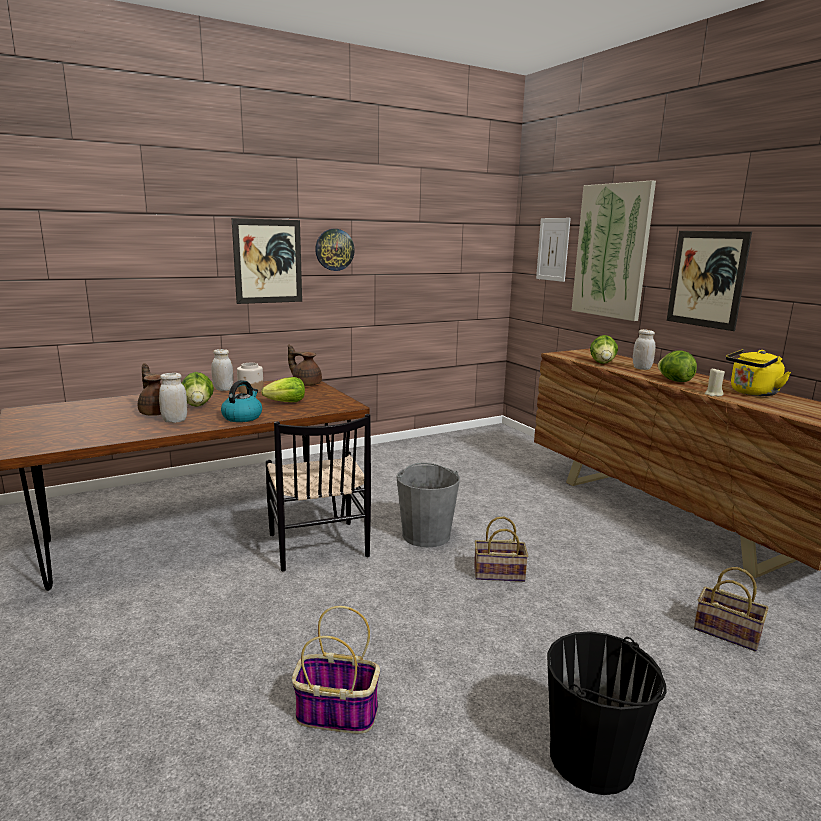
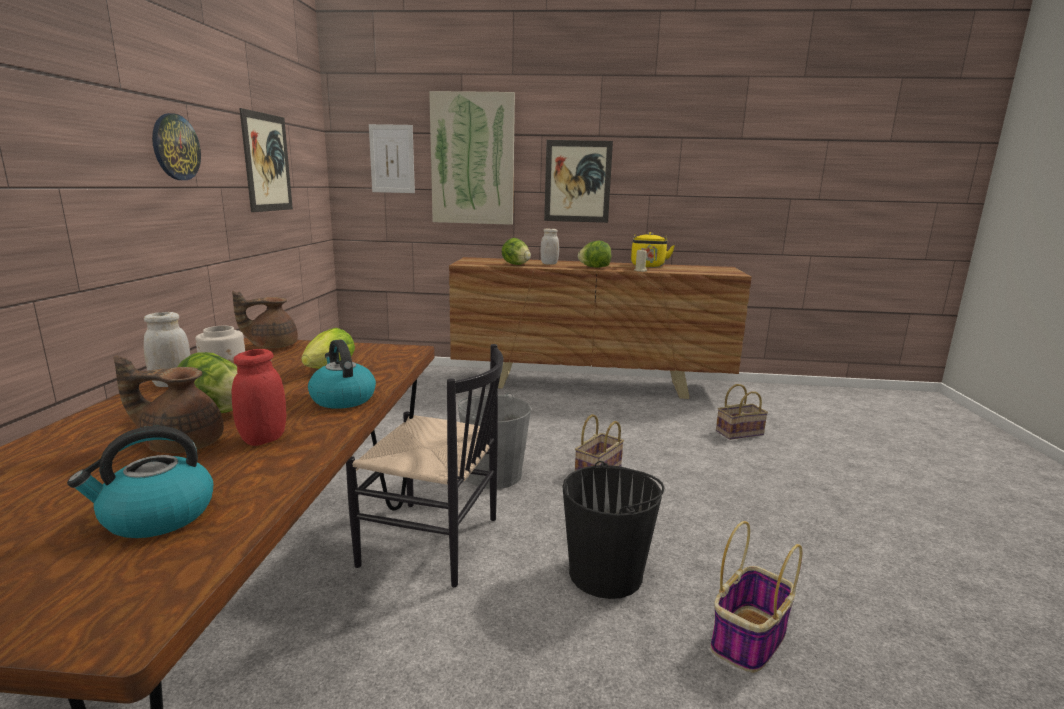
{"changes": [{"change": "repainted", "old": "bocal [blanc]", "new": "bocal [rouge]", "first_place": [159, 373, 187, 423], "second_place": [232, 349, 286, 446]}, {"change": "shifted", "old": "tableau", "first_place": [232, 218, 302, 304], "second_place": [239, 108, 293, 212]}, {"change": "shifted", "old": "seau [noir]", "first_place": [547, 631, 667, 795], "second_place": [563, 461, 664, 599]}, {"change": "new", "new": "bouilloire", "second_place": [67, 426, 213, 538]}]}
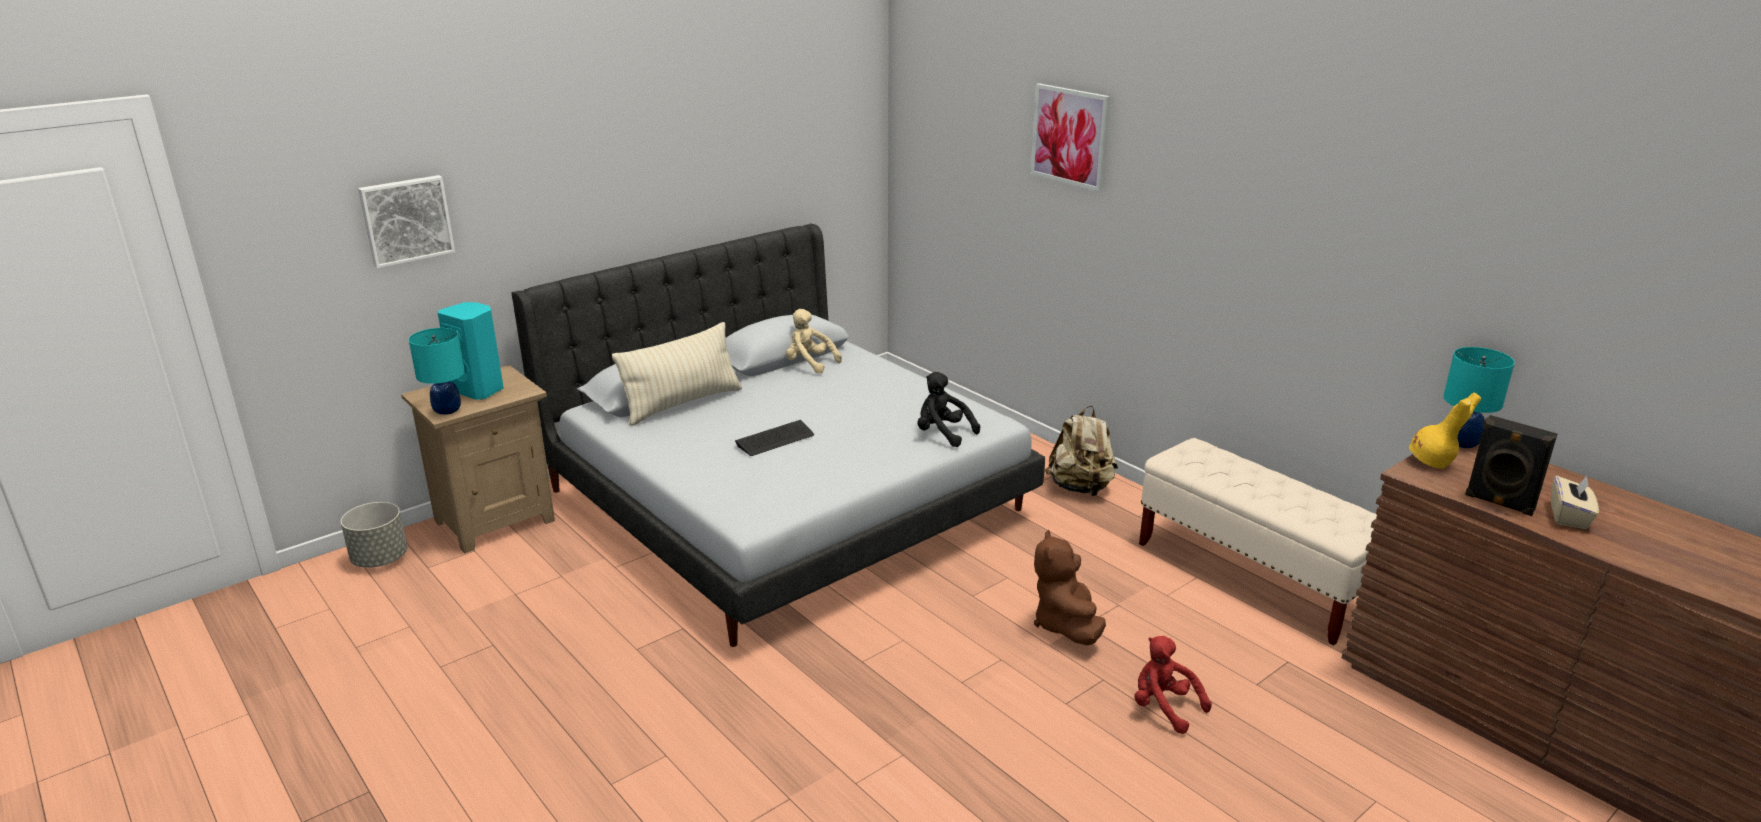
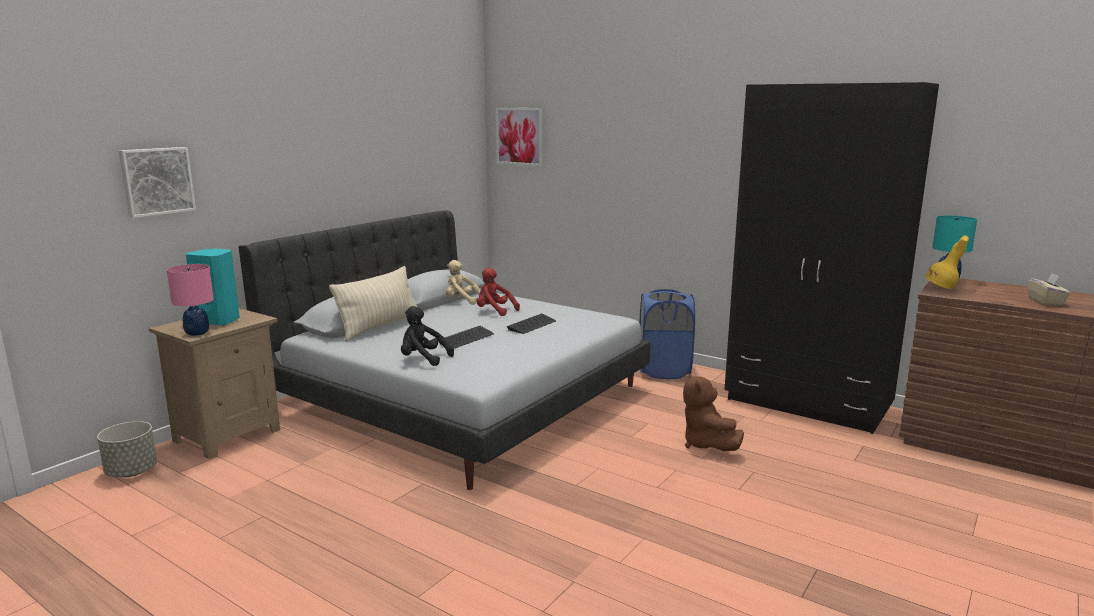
{"changes": [{"change": "repainted", "old": "lampe de table [turquoise]", "new": "lampe de table [rose]", "first_place": [409, 328, 465, 415], "second_place": [167, 264, 214, 336]}, {"change": "shifted", "old": "peluche [noir]", "first_place": [918, 372, 980, 447], "second_place": [401, 306, 454, 366]}, {"change": "shifted", "old": "tableau", "first_place": [1031, 83, 1110, 192], "second_place": [496, 108, 542, 166]}, {"change": "swapped", "old": "sac à dos [beige]", "new": "panier à linge [bleu]", "first_place": [1045, 406, 1118, 496], "second_place": [640, 289, 695, 379]}, {"change": "shifted", "old": "peluche [rouge]", "first_place": [1134, 636, 1212, 734], "second_place": [477, 268, 520, 316]}, {"change": "swapped", "old": "banc [beige]", "new": "armoire [noir]", "first_place": [1139, 438, 1377, 646], "second_place": [724, 82, 939, 434]}, {"change": "gone", "old": "enceinte [noir]", "first_place": [1465, 415, 1557, 516]}, {"change": "new", "new": "clavier", "second_place": [506, 313, 556, 334]}]}
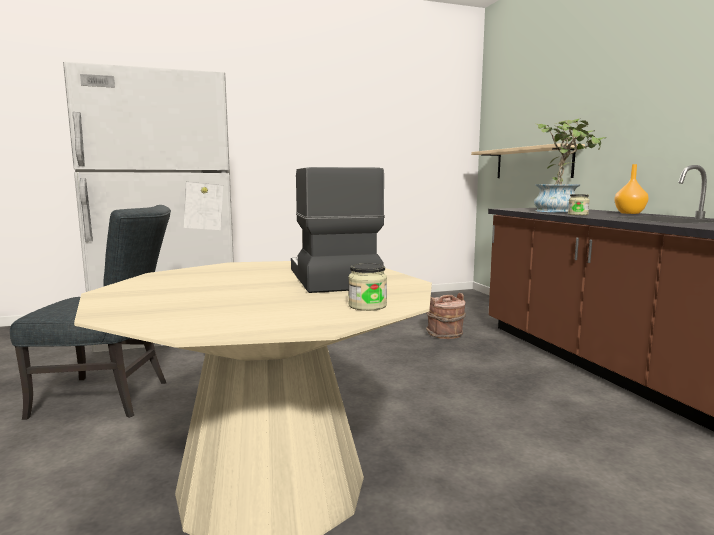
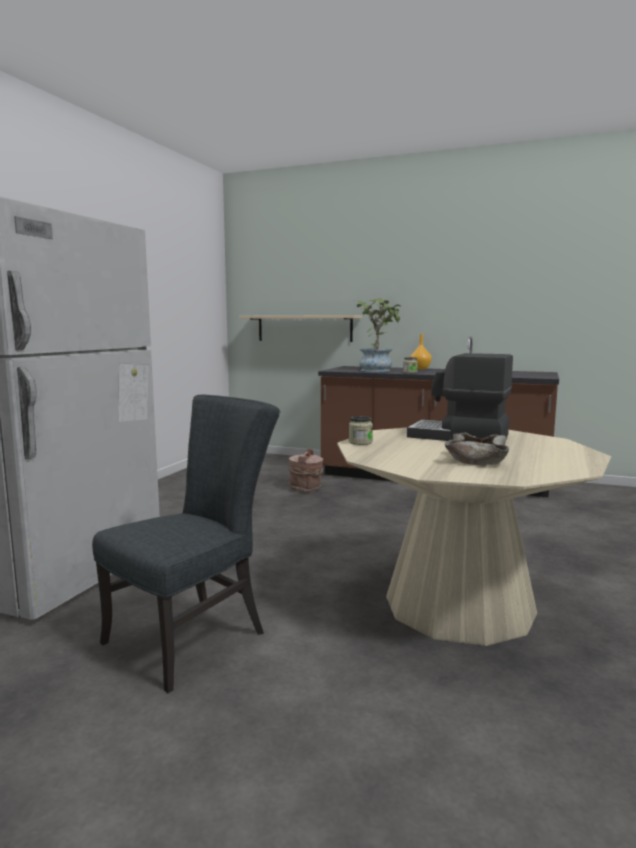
{"changes": [{"change": "shifted", "old": "bocal", "first_place": [348, 263, 387, 311], "second_place": [349, 416, 373, 445]}, {"change": "new", "new": "bol [beige]", "second_place": [445, 433, 509, 466]}]}
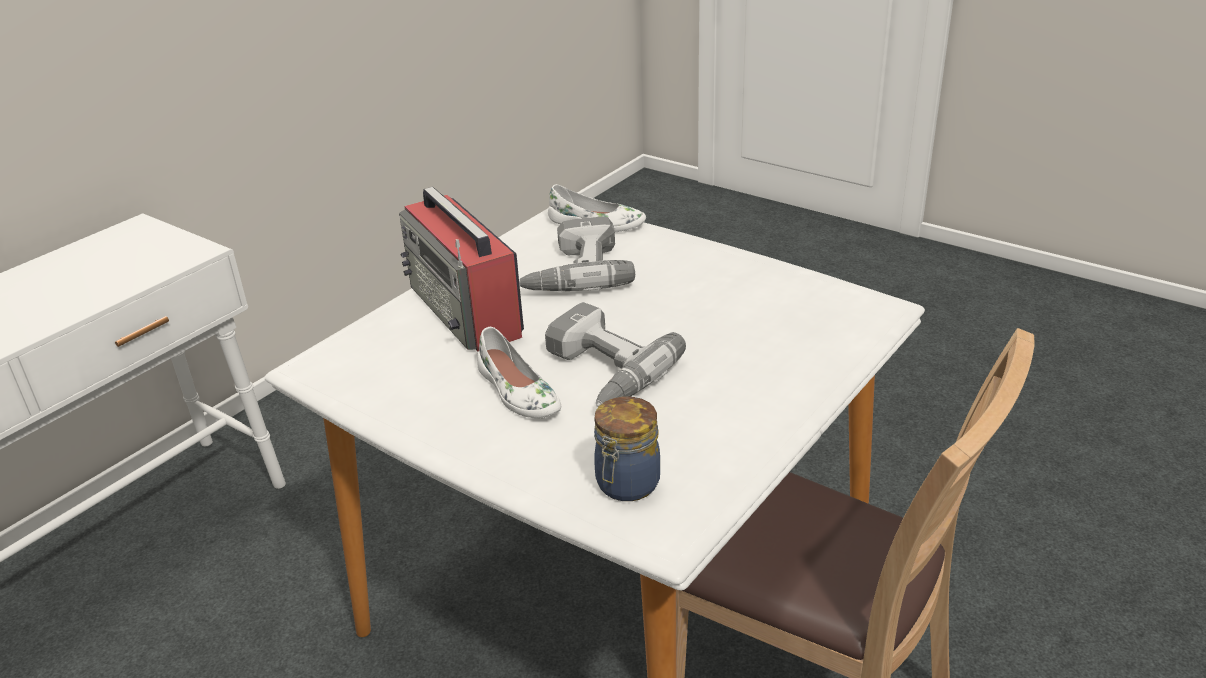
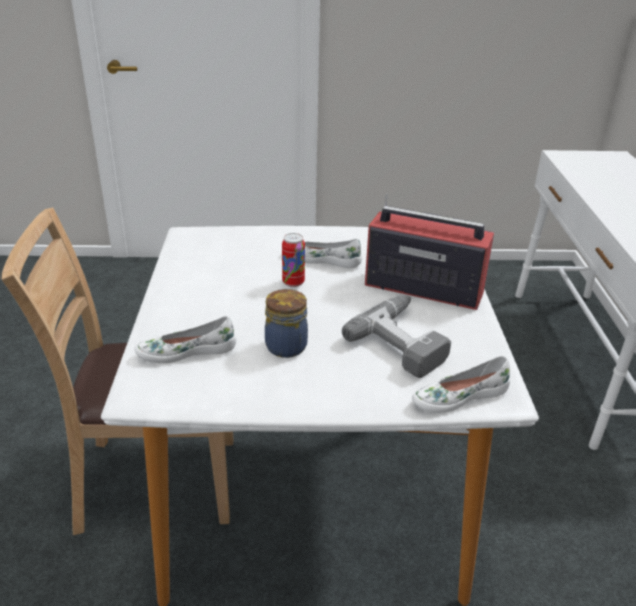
{"changes": [{"change": "swapped", "old": "perceuse", "new": "boîte métallique", "first_place": [545, 302, 686, 407], "second_place": [282, 233, 305, 287]}, {"change": "shifted", "old": "bocal", "first_place": [594, 397, 660, 501], "second_place": [265, 289, 308, 358]}, {"change": "new", "new": "chaussure [blanc]", "second_place": [135, 316, 236, 363]}]}
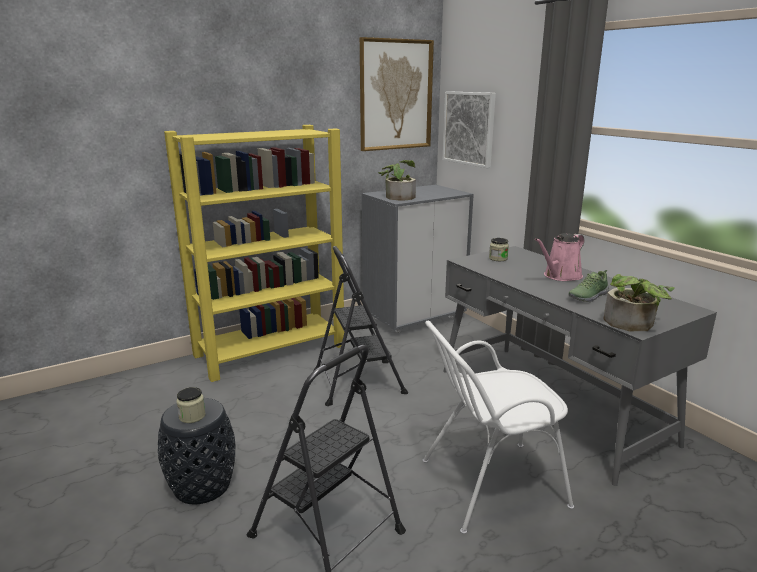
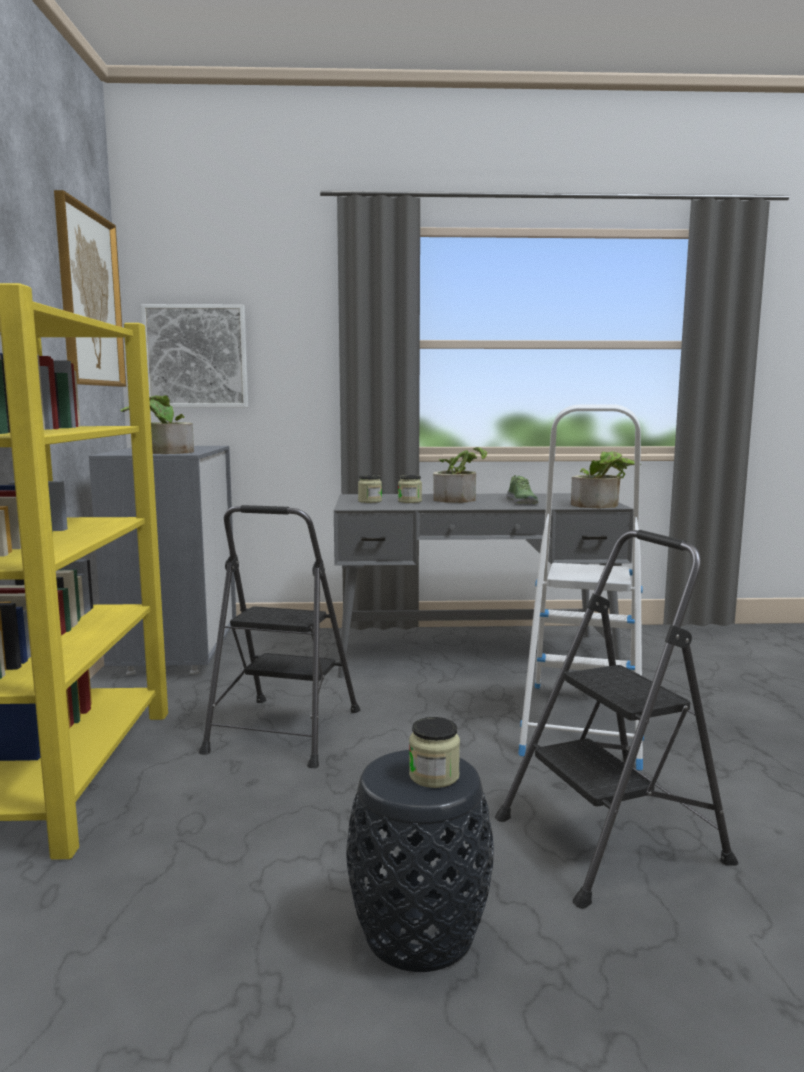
{"changes": [{"change": "swapped", "old": "chaise [blanc]", "new": "escabeau [blanc]", "first_place": [422, 321, 574, 534], "second_place": [518, 404, 644, 771]}, {"change": "swapped", "old": "arrosoir [rose]", "new": "plante en pot", "first_place": [535, 233, 584, 281], "second_place": [433, 447, 487, 503]}, {"change": "new", "new": "bocal", "second_place": [398, 475, 422, 503]}]}
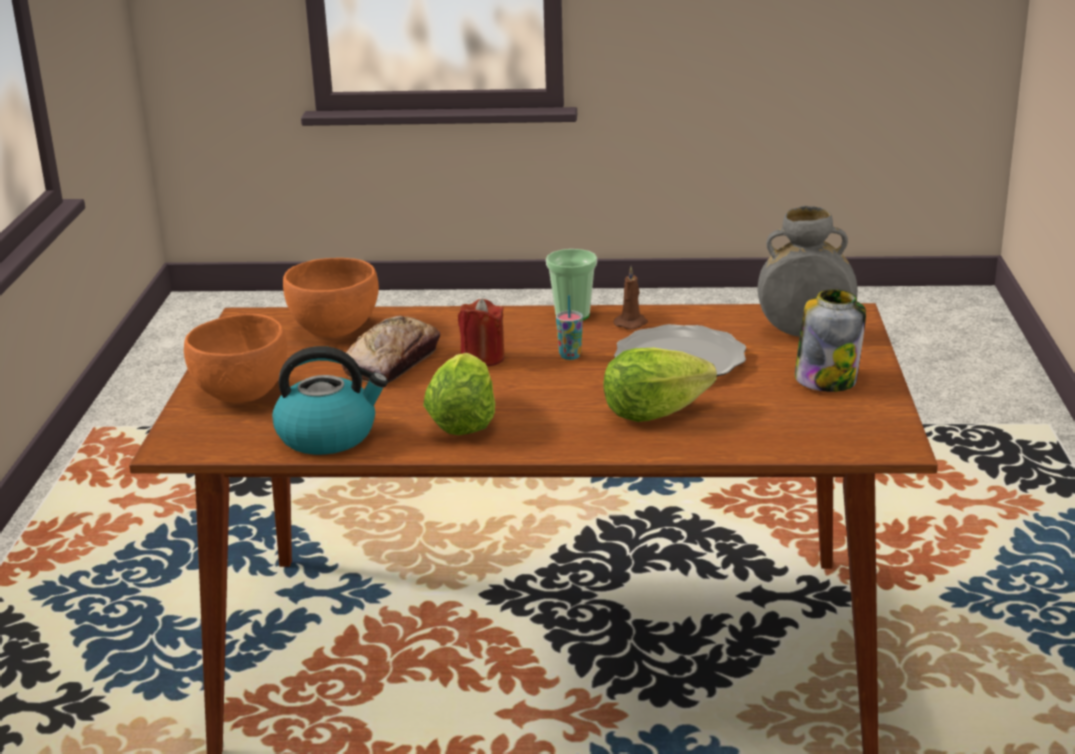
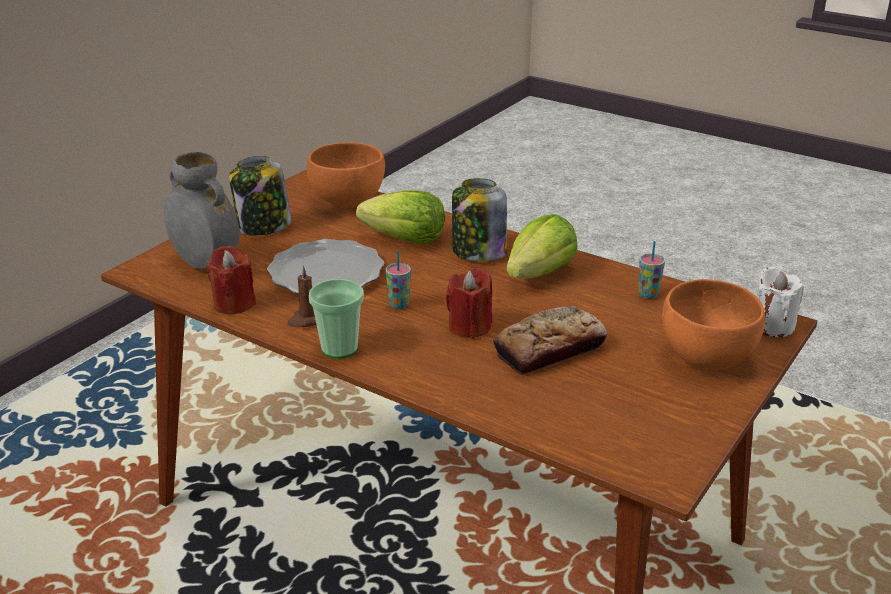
{"changes": [{"change": "swapped", "old": "bouilloire", "new": "tasse", "first_place": [272, 346, 388, 455], "second_place": [638, 241, 665, 299]}, {"change": "shifted", "old": "bol [orange]", "first_place": [283, 258, 379, 338], "second_place": [307, 142, 385, 208]}, {"change": "new", "new": "bougie [rouge]", "second_place": [206, 246, 256, 314]}, {"change": "new", "new": "bocal", "second_place": [452, 178, 507, 261]}, {"change": "new", "new": "bougie [blanc]", "second_place": [756, 267, 804, 337]}]}
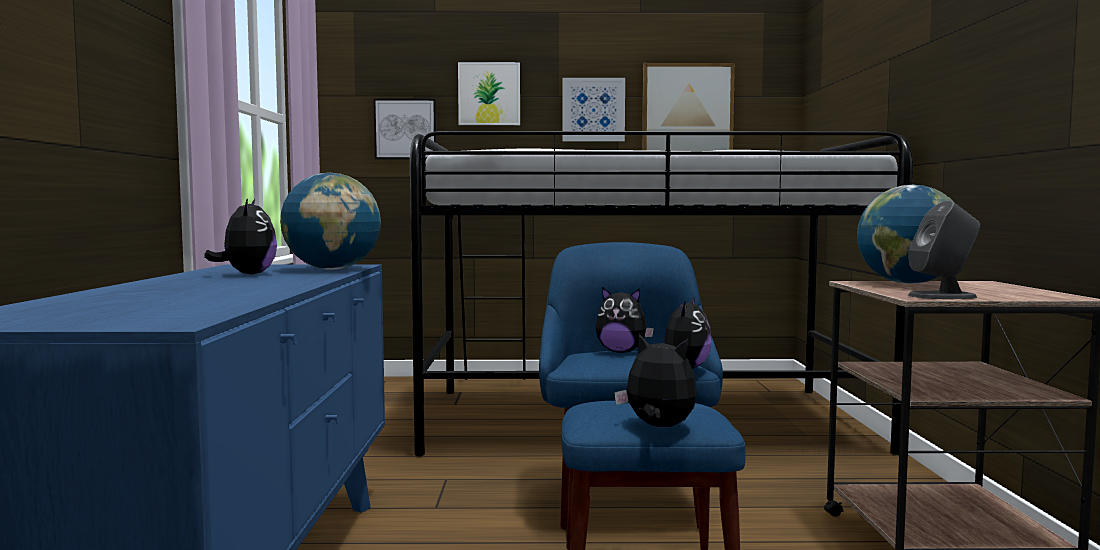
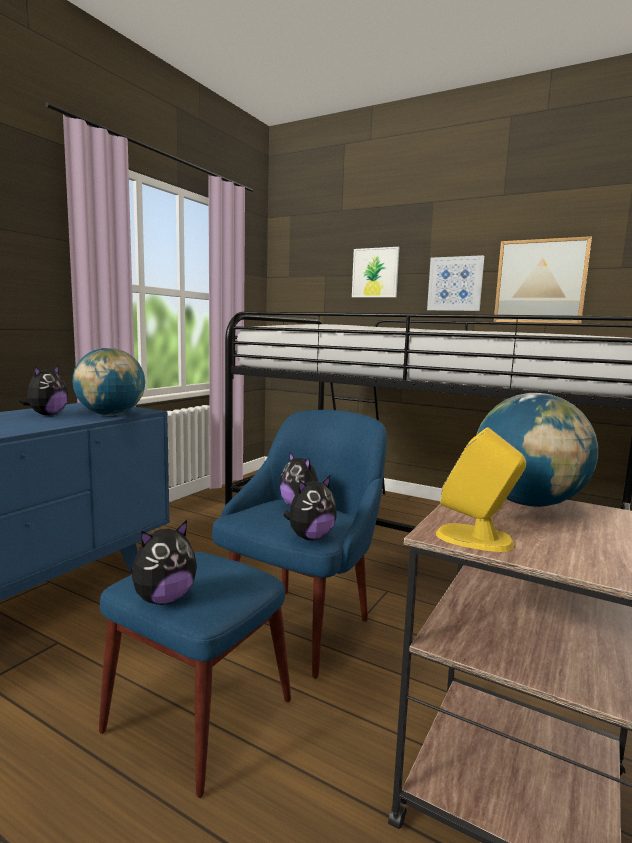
{"changes": [{"change": "gone", "old": "tableau", "first_place": [373, 99, 437, 160]}, {"change": "rotated", "old": "peluche", "first_place": [614, 334, 697, 427], "second_place": [131, 520, 197, 605], "degrees": 75}, {"change": "repainted", "old": "enceinte [gris]", "new": "enceinte [jaune]", "first_place": [908, 200, 980, 299], "second_place": [436, 427, 526, 552]}]}
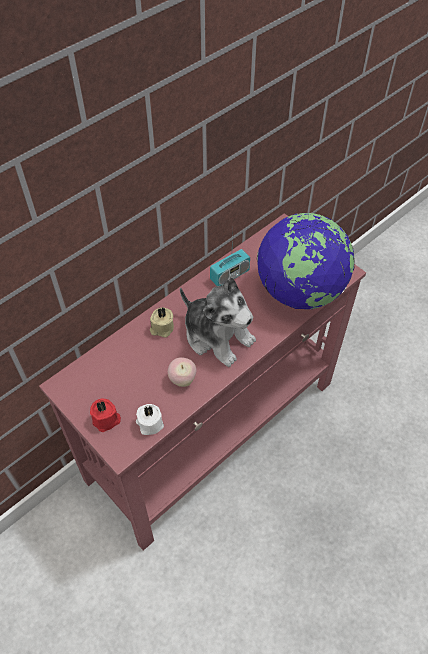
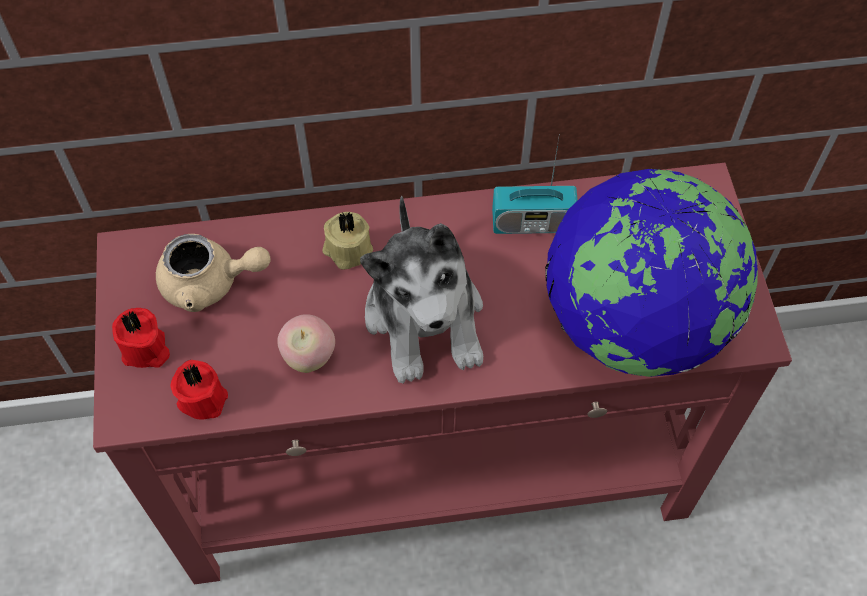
{"changes": [{"change": "repainted", "old": "bougie [blanc]", "new": "bougie [rouge]", "first_place": [136, 404, 164, 435], "second_place": [170, 360, 228, 420]}, {"change": "new", "new": "théière [beige]", "second_place": [156, 234, 271, 312]}]}
